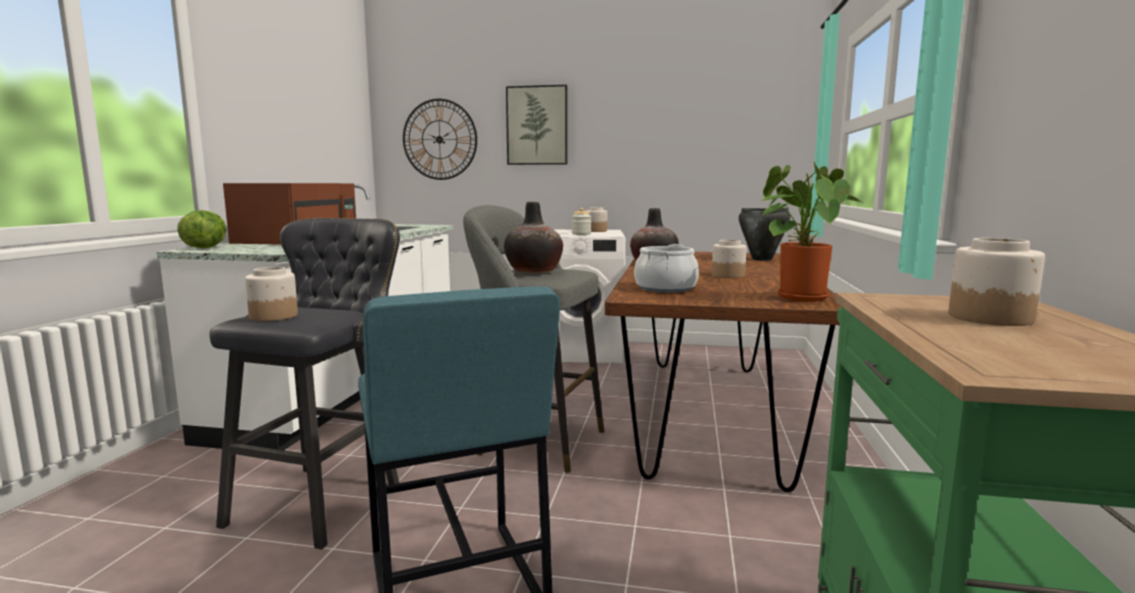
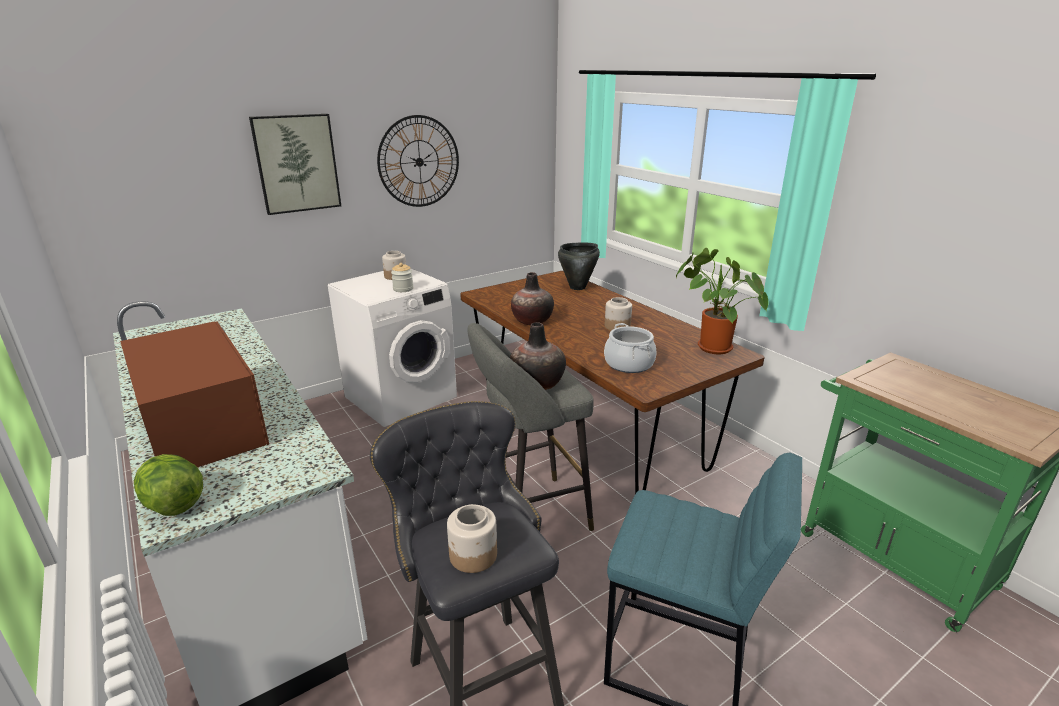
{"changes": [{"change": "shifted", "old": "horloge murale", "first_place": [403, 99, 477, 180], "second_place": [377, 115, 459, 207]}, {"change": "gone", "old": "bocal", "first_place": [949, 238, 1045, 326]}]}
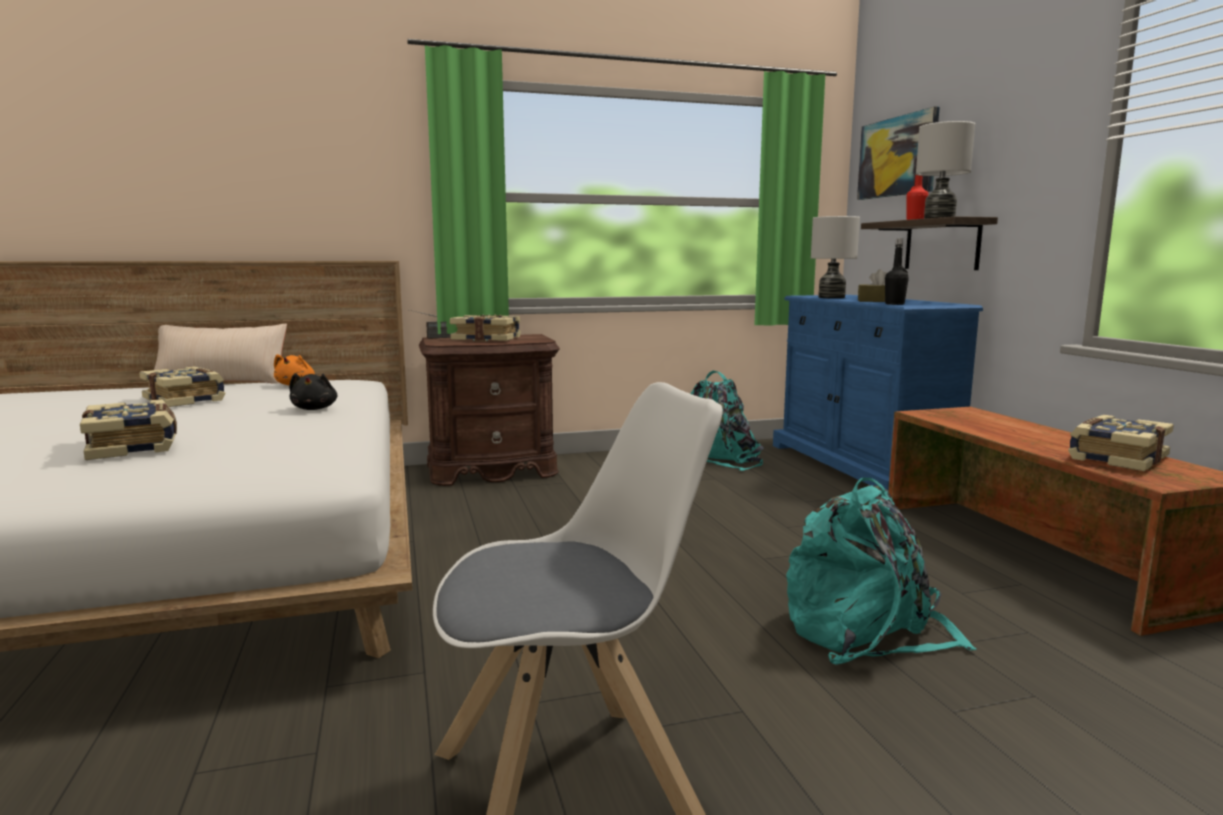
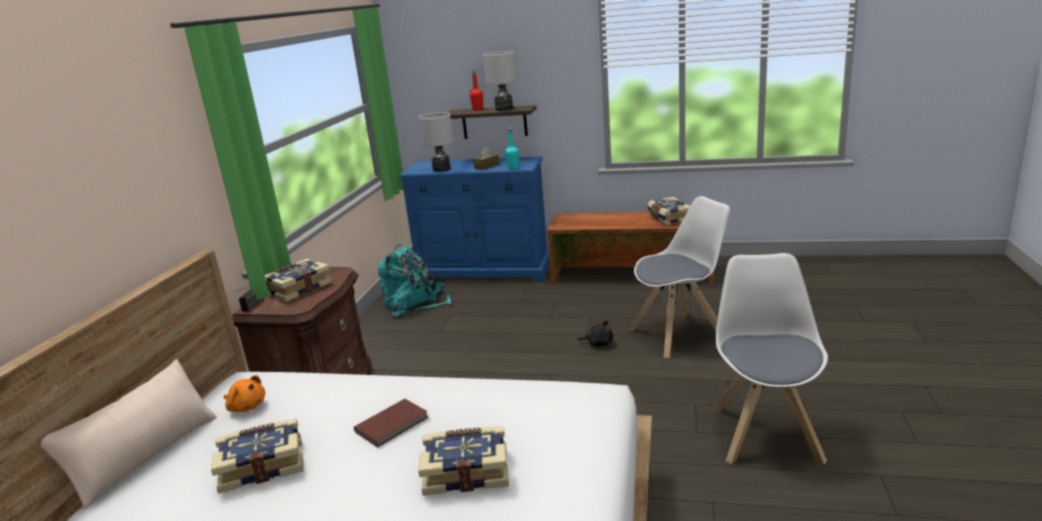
{"changes": [{"change": "shifted", "old": "peluche [noir]", "first_place": [289, 373, 337, 410], "second_place": [577, 320, 613, 347]}, {"change": "swapped", "old": "sac à dos [turquoise]", "new": "chaise", "first_place": [786, 478, 977, 664], "second_place": [628, 196, 730, 358]}, {"change": "gone", "old": "tableau", "first_place": [857, 106, 940, 200]}, {"change": "repainted", "old": "bouteille [noir]", "new": "bouteille [turquoise]", "first_place": [885, 239, 909, 305], "second_place": [505, 128, 519, 169]}, {"change": "new", "new": "livre [marron]", "second_place": [354, 399, 429, 448]}]}
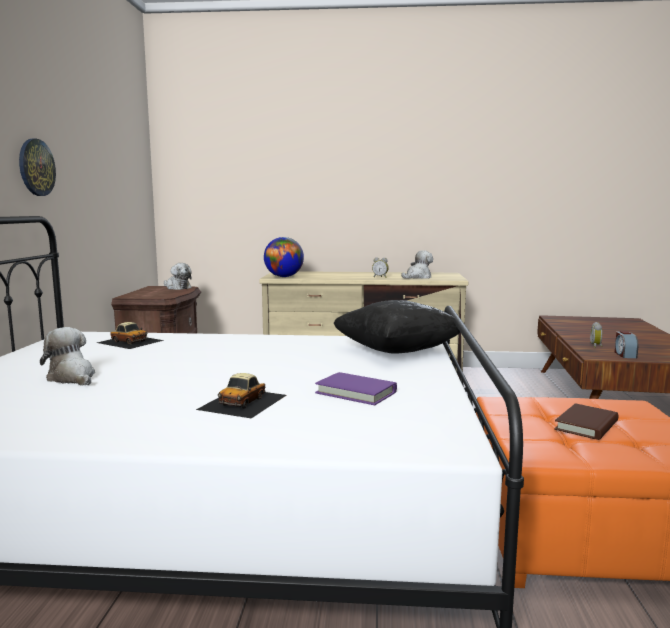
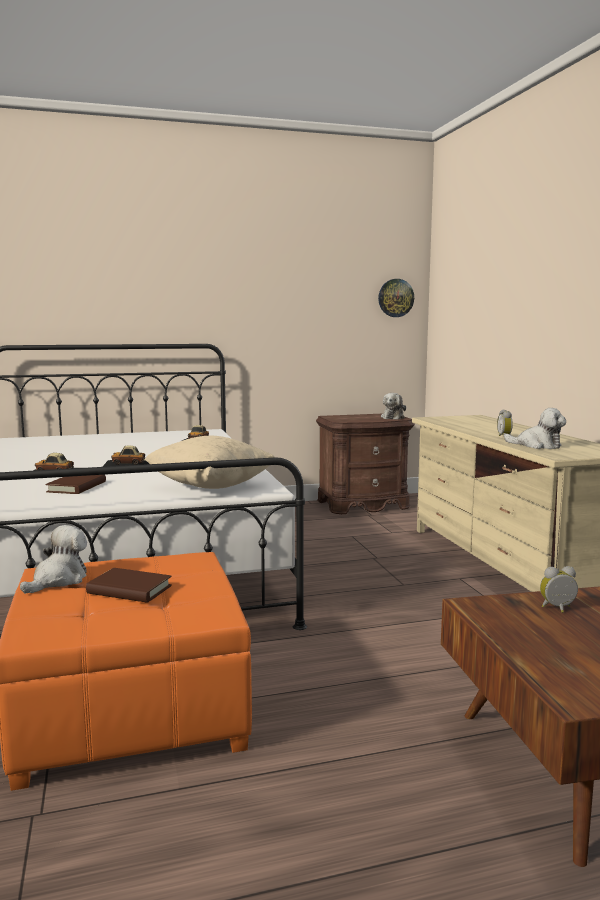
{"changes": [{"change": "shifted", "old": "horloge murale", "first_place": [19, 139, 56, 196], "second_place": [378, 279, 414, 317]}, {"change": "shifted", "old": "peluche", "first_place": [40, 327, 95, 386], "second_place": [20, 525, 87, 594]}, {"change": "gone", "old": "globe", "first_place": [264, 237, 304, 277]}, {"change": "repainted", "old": "livre [violet]", "new": "livre [marron]", "first_place": [315, 372, 397, 405], "second_place": [46, 475, 106, 494]}, {"change": "repainted", "old": "coussin [noir]", "new": "coussin [beige]", "first_place": [333, 300, 460, 354], "second_place": [144, 435, 275, 489]}, {"change": "gone", "old": "réveil", "first_place": [615, 331, 638, 358]}, {"change": "new", "new": "petite voiture", "second_place": [102, 446, 149, 467]}]}
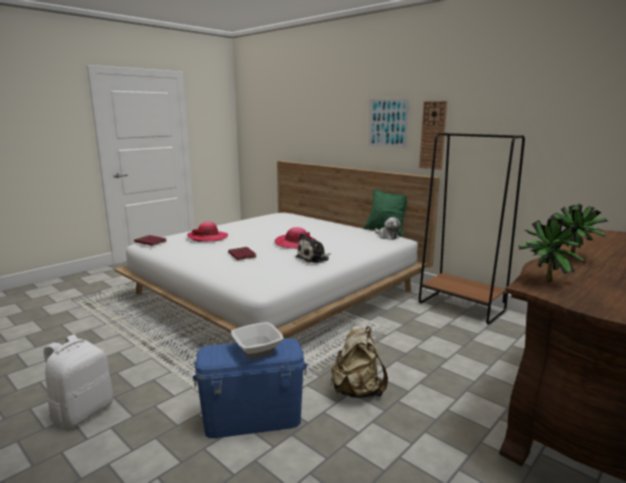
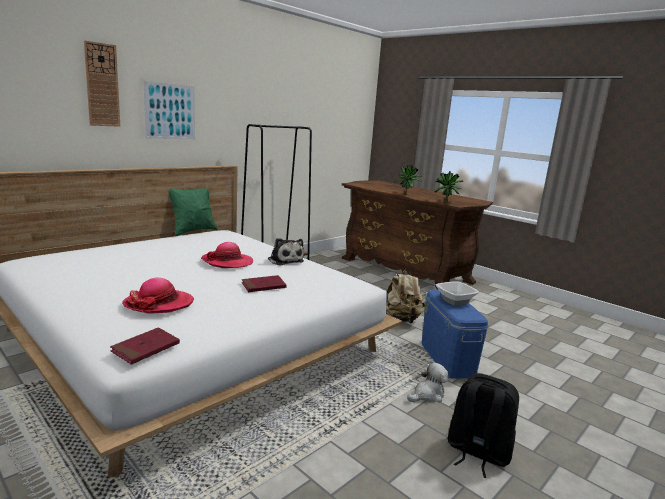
{"changes": [{"change": "repainted", "old": "sac à dos [blanc]", "new": "sac à dos [noir]", "first_place": [44, 334, 113, 428], "second_place": [448, 373, 519, 478]}, {"change": "shifted", "old": "peluche", "first_place": [375, 217, 401, 240], "second_place": [407, 362, 449, 403]}, {"change": "shifted", "old": "horloge murale", "first_place": [419, 101, 447, 170], "second_place": [84, 40, 120, 127]}]}
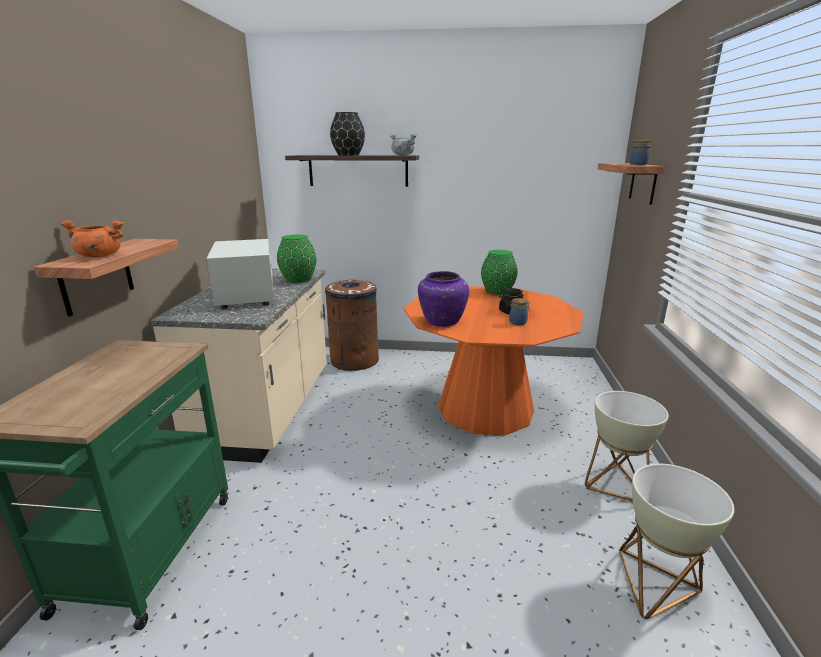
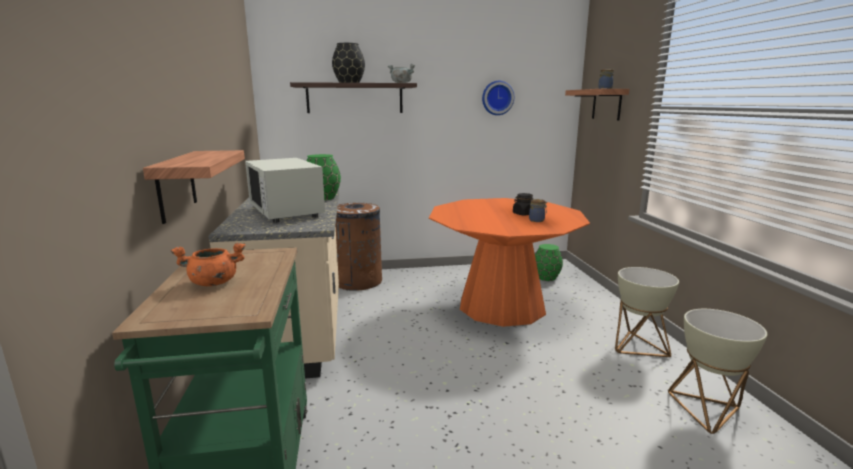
{"changes": [{"change": "shifted", "old": "marmite [orange]", "first_place": [60, 220, 124, 257], "second_place": [171, 243, 246, 286]}, {"change": "gone", "old": "vase [violet]", "first_place": [418, 271, 469, 327]}, {"change": "shifted", "old": "vase [vert]", "first_place": [481, 250, 517, 295], "second_place": [535, 244, 563, 281]}, {"change": "new", "new": "horloge murale", "second_place": [482, 81, 514, 115]}]}
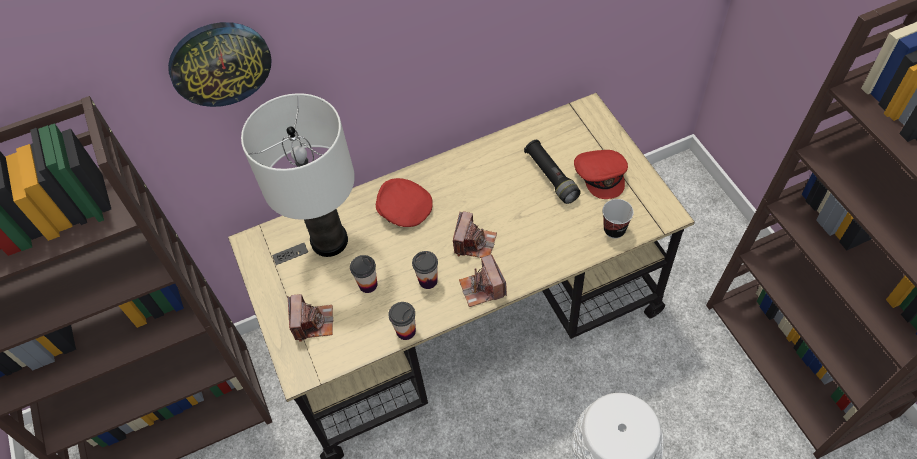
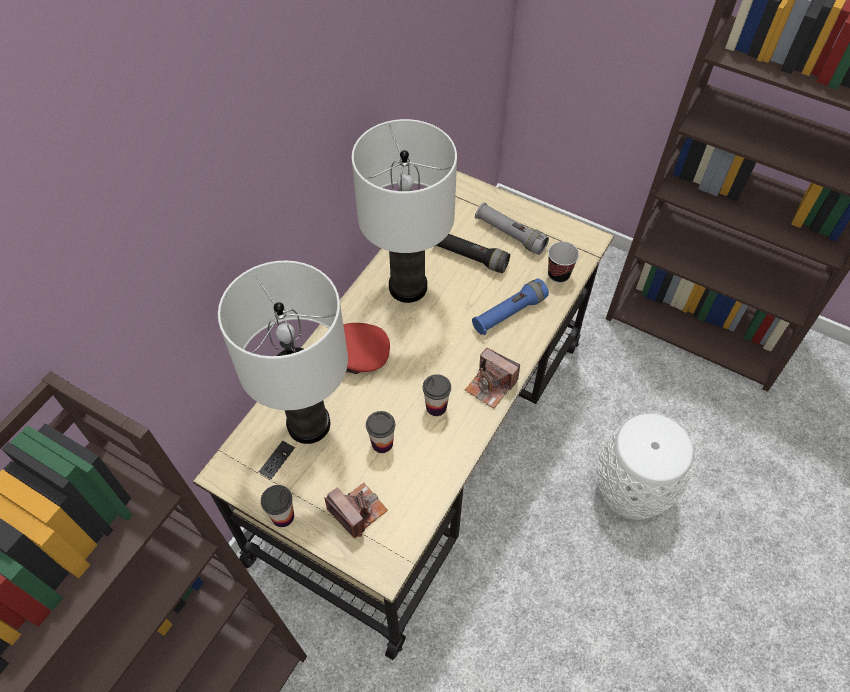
{"changes": [{"change": "gone", "old": "horloge murale", "first_place": [168, 22, 272, 107]}, {"change": "shifted", "old": "tasse", "first_place": [388, 302, 416, 340], "second_place": [261, 485, 294, 527]}, {"change": "gone", "old": "appareil photo", "first_place": [453, 211, 497, 258]}, {"change": "swapped", "old": "casquette [rouge]", "new": "lampe de poche [gris]", "first_place": [574, 150, 628, 199], "second_place": [475, 202, 549, 255]}, {"change": "new", "new": "lampe de table [blanc]", "second_place": [351, 119, 457, 303]}, {"change": "new", "new": "lampe de poche [bleu]", "second_place": [472, 279, 549, 335]}]}
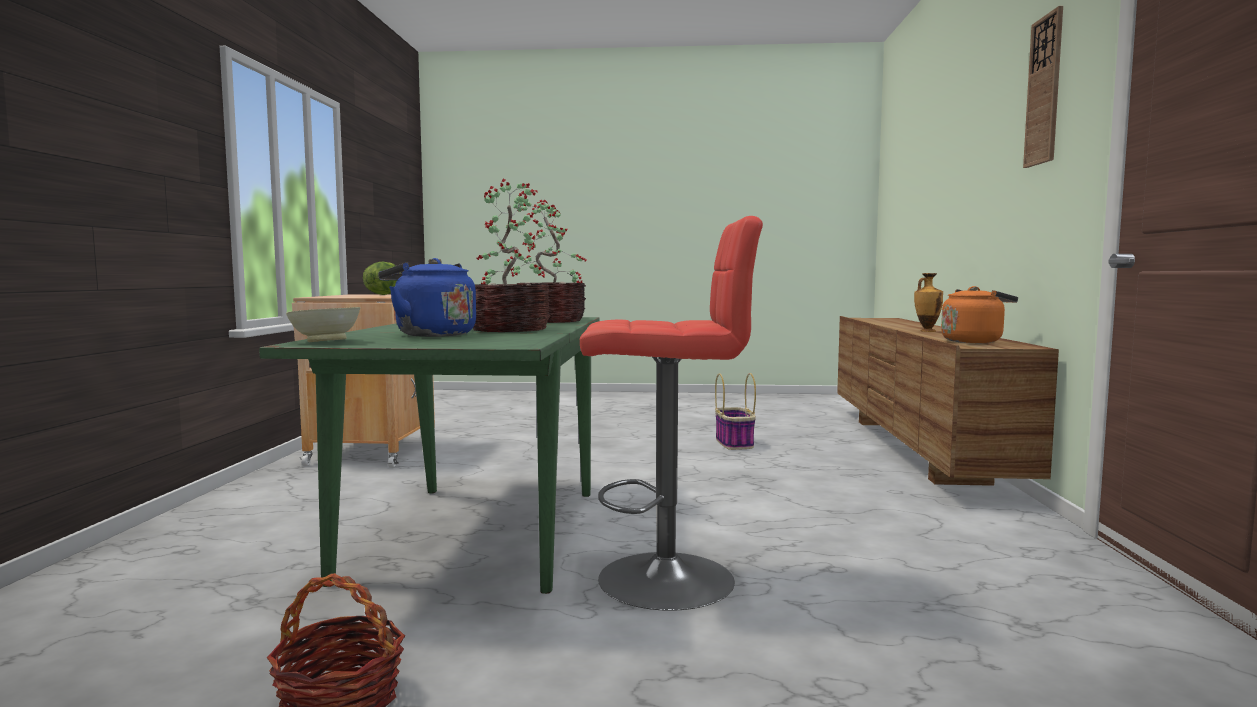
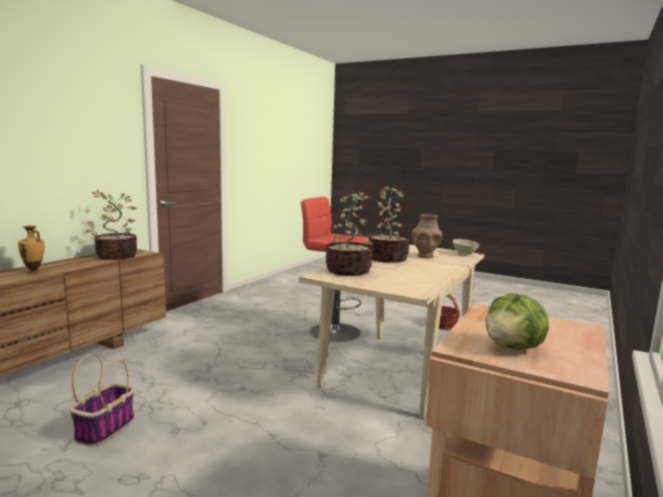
{"changes": [{"change": "repainted", "old": "table à manger [vert]", "new": "table à manger [beige]", "first_place": [259, 317, 600, 594], "second_place": [299, 245, 484, 419]}, {"change": "swapped", "old": "bouilloire [bleu]", "new": "vase [marron]", "first_place": [378, 258, 476, 337], "second_place": [412, 214, 443, 258]}, {"change": "swapped", "old": "bouilloire [orange]", "new": "plante en pot", "first_place": [941, 286, 1018, 343], "second_place": [86, 190, 137, 260]}, {"change": "gone", "old": "horloge murale", "first_place": [1023, 6, 1063, 168]}]}
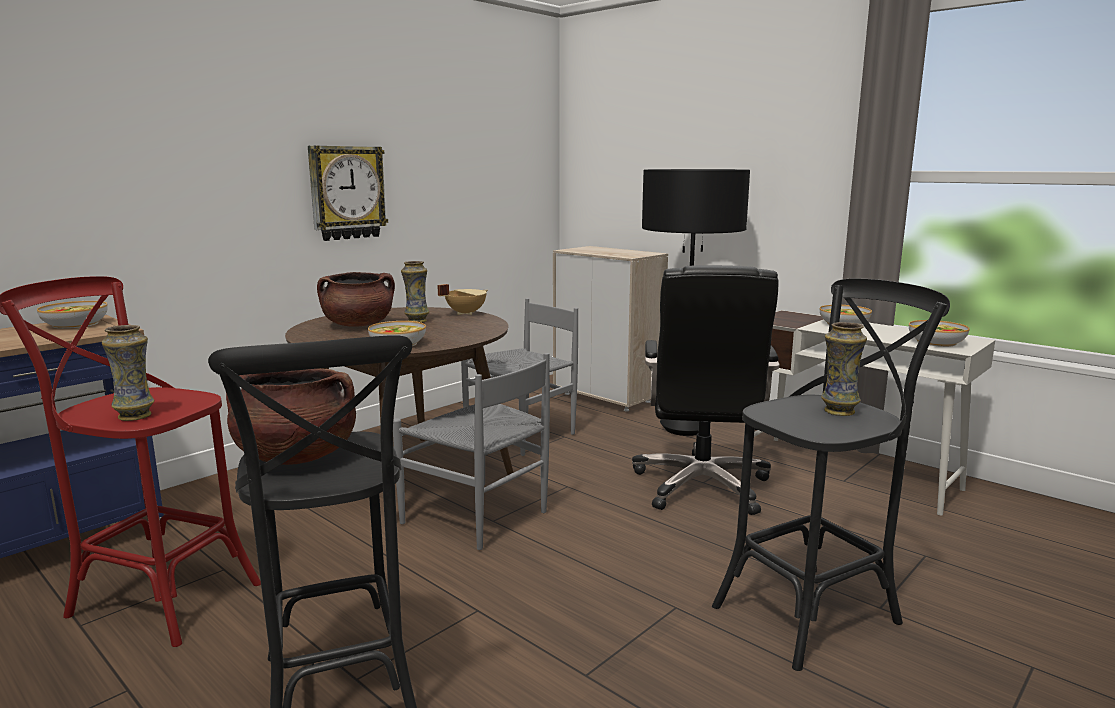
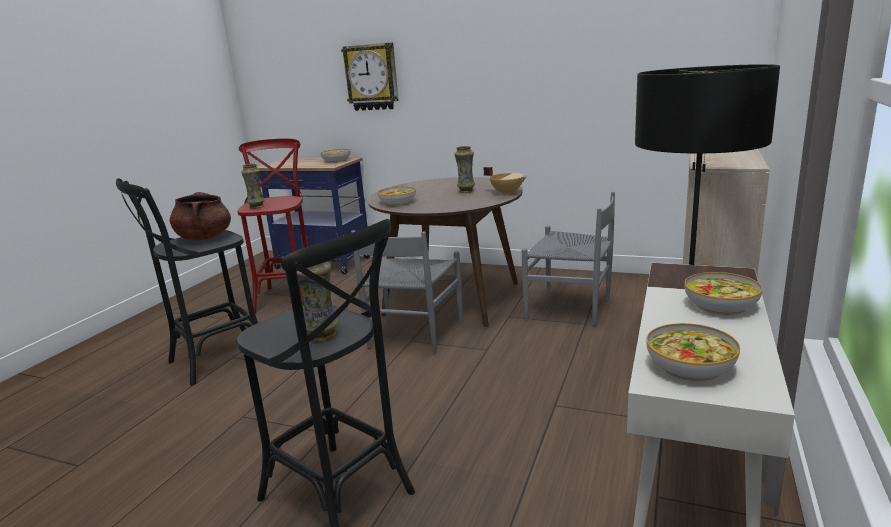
{"changes": [{"change": "shifted", "old": "horloge murale", "first_place": [308, 145, 388, 241], "second_place": [341, 42, 399, 111]}, {"change": "gone", "old": "marmite [marron]", "first_place": [317, 272, 395, 327]}, {"change": "gone", "old": "chaise de bureau [noir]", "first_place": [632, 265, 779, 515]}]}
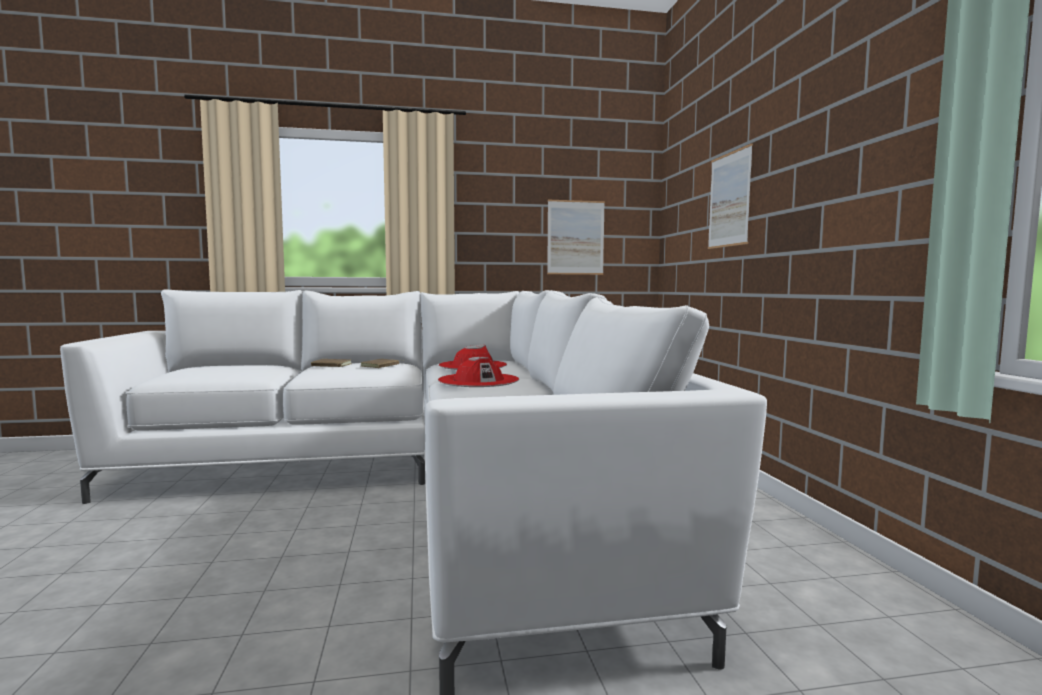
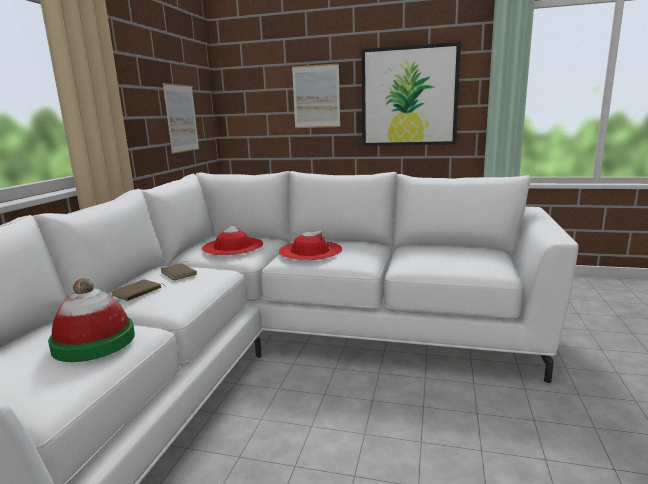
{"changes": [{"change": "new", "new": "chapeau", "second_place": [48, 278, 135, 362]}, {"change": "new", "new": "tableau", "second_place": [361, 42, 461, 146]}]}
